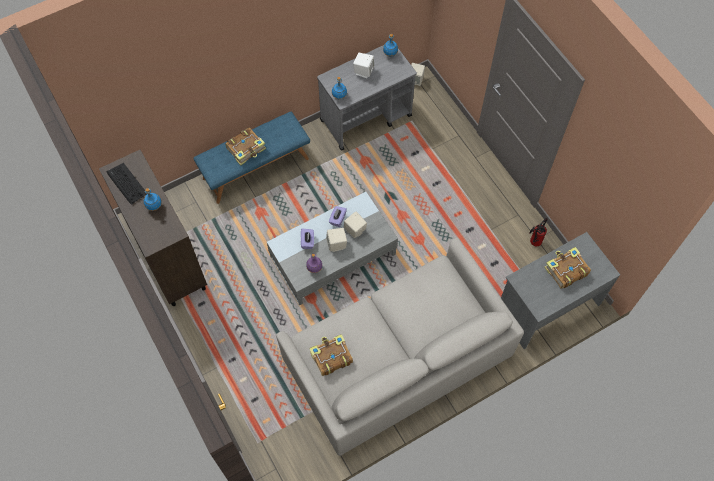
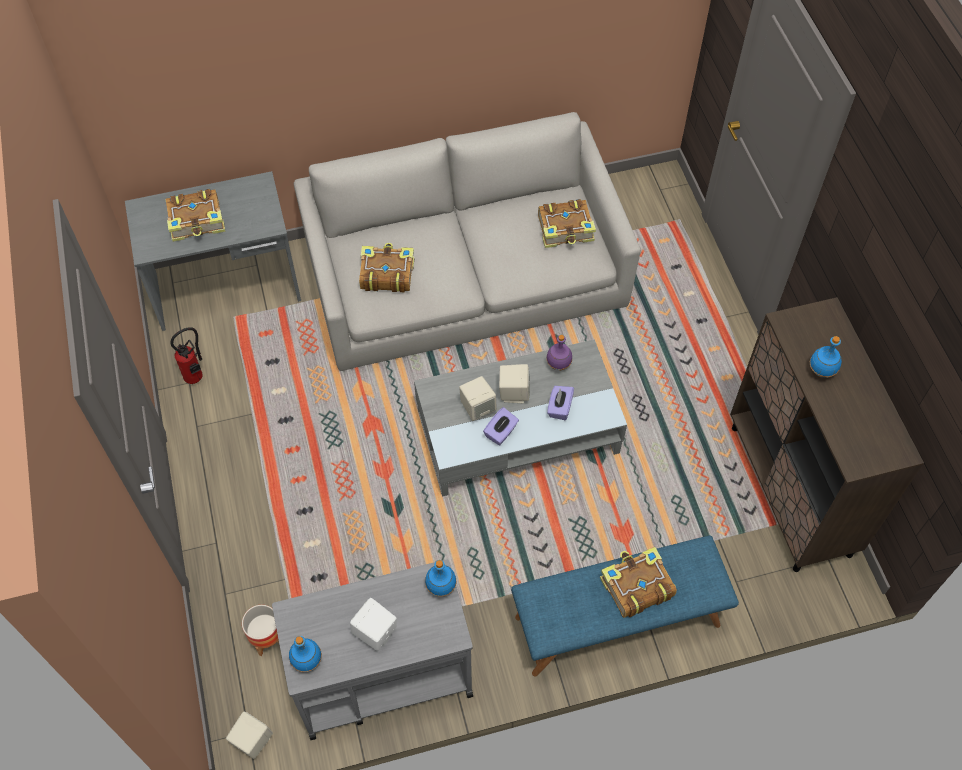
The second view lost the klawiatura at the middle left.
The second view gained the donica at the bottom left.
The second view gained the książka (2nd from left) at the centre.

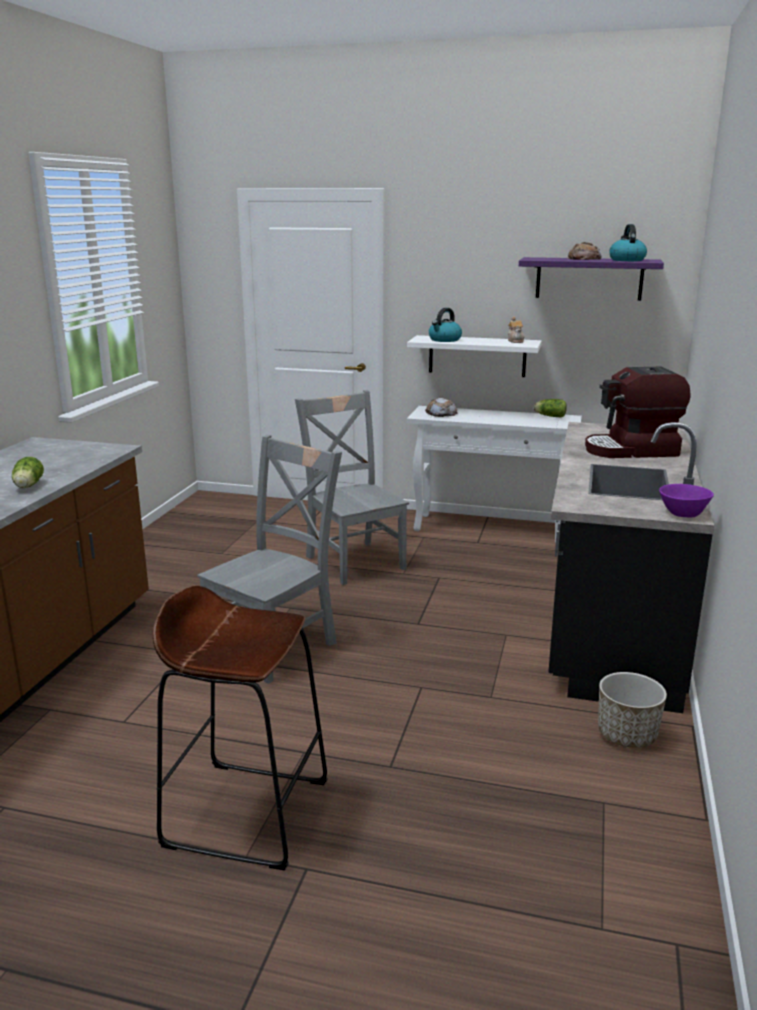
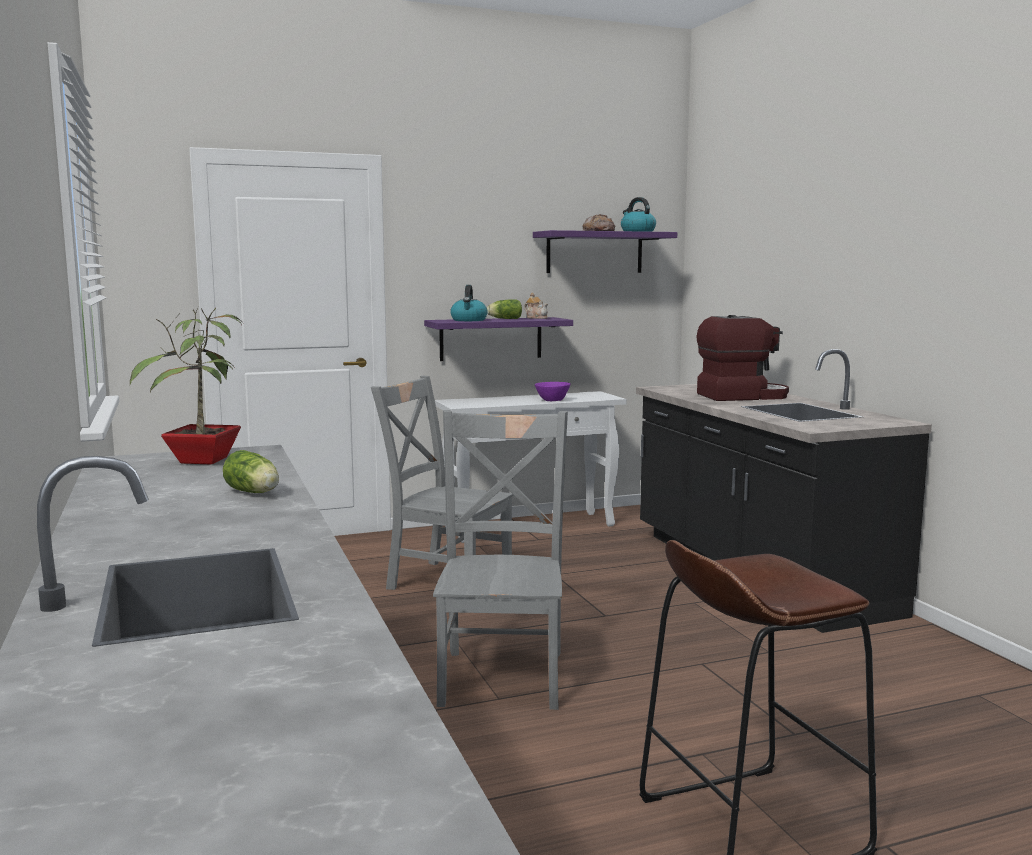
What was the półka (biały) at the centre turned into the półka (fioletowy) (1st from left) at the centre.
The second view lost the chleb (1st from left) at the centre.
The sałata (2nd from left) ended up elsewhere, having gone from the middle right to the centre.
The ekspres do kawy at the middle right ended up facing another way, 150 degrees counterclockwise from before.
The second view lost the donica at the bottom right.
The miska (fioletowy) ended up elsewhere, having gone from the middle right to the centre.
The second view gained the roślina doniczkowa at the middle left.

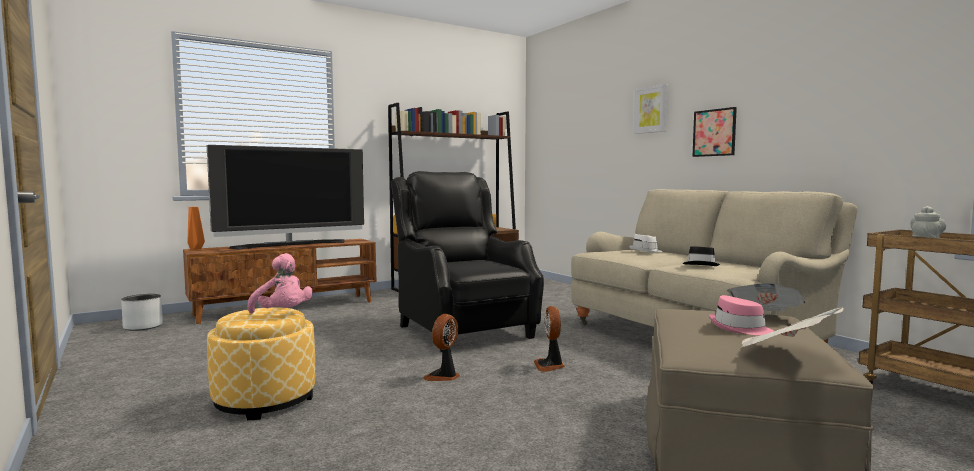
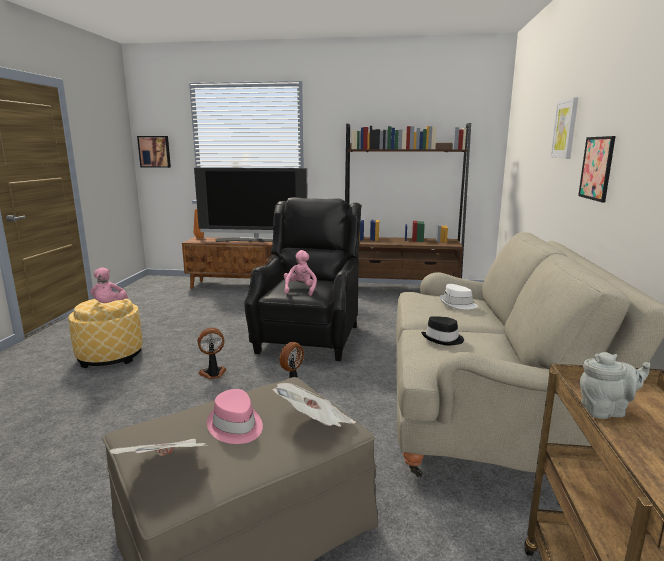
The second view lost the donica (szary) at the middle left.
The second view gained the obraz (1st from left) at the top left.
The second view gained the pluszak (różowy) (2nd from left) at the centre.

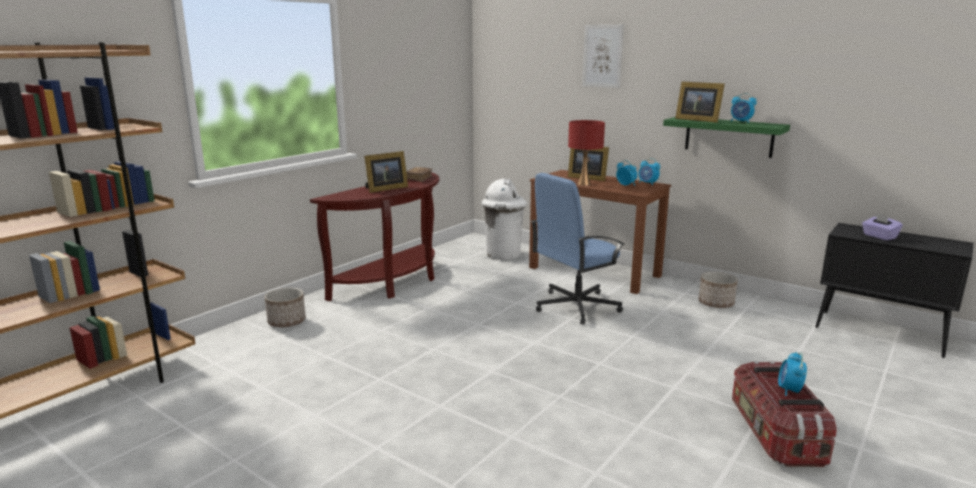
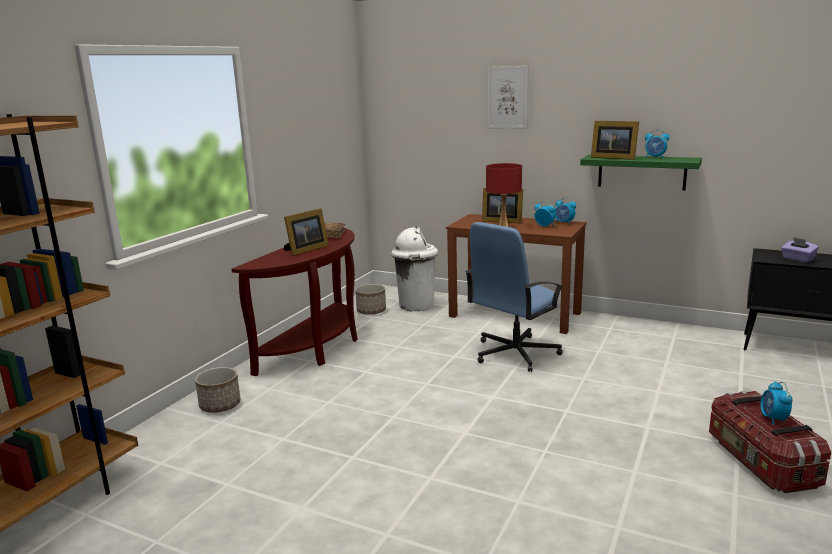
The donica (2nd from left) ended up elsewhere, having gone from the middle right to the centre.

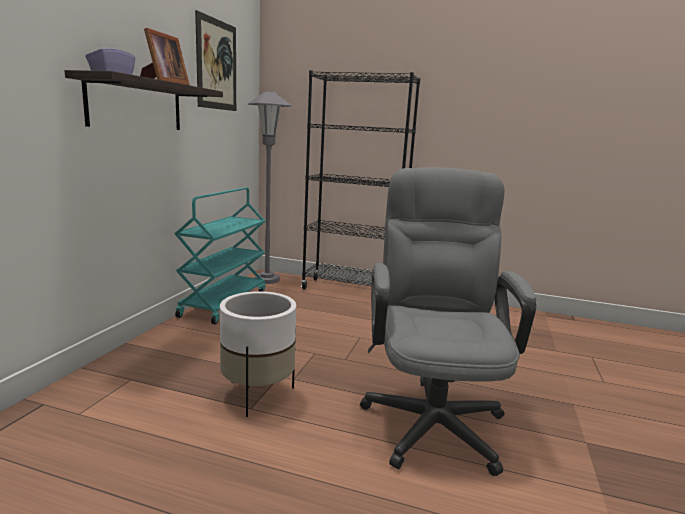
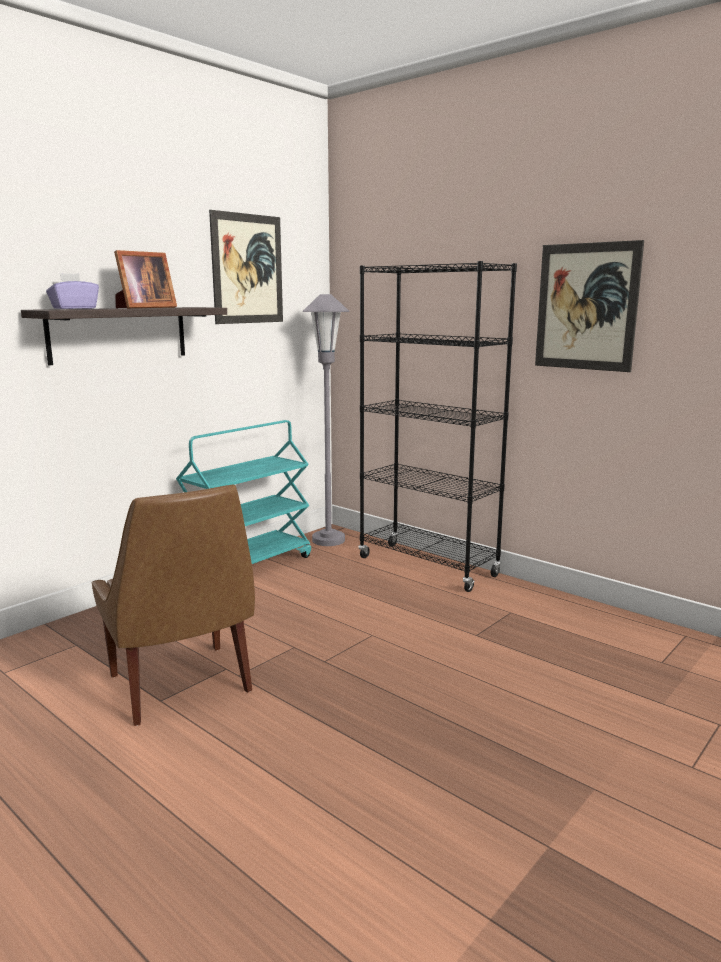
Where the donica (biały) stood at the bottom centre, the krzesło (brązowy) came to stand at the middle left.
The second view lost the krzesło biurowe (szary) at the centre.
The second view gained the obraz (2nd from left) at the top right.

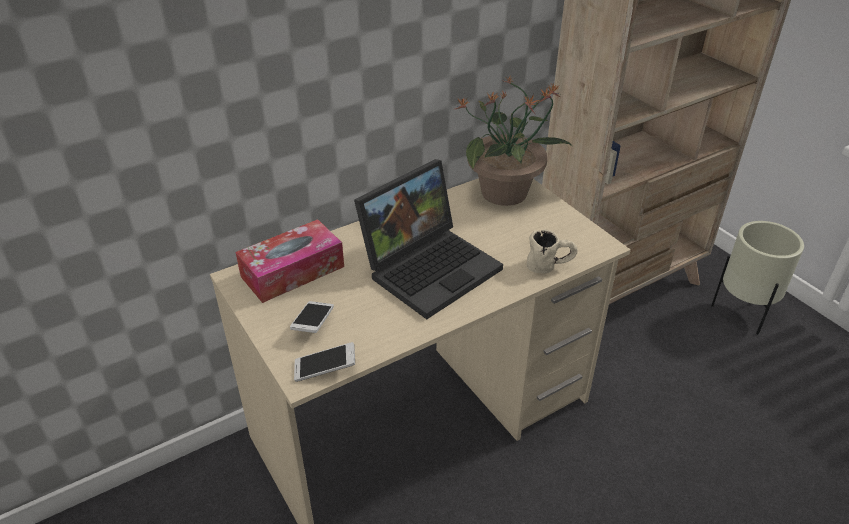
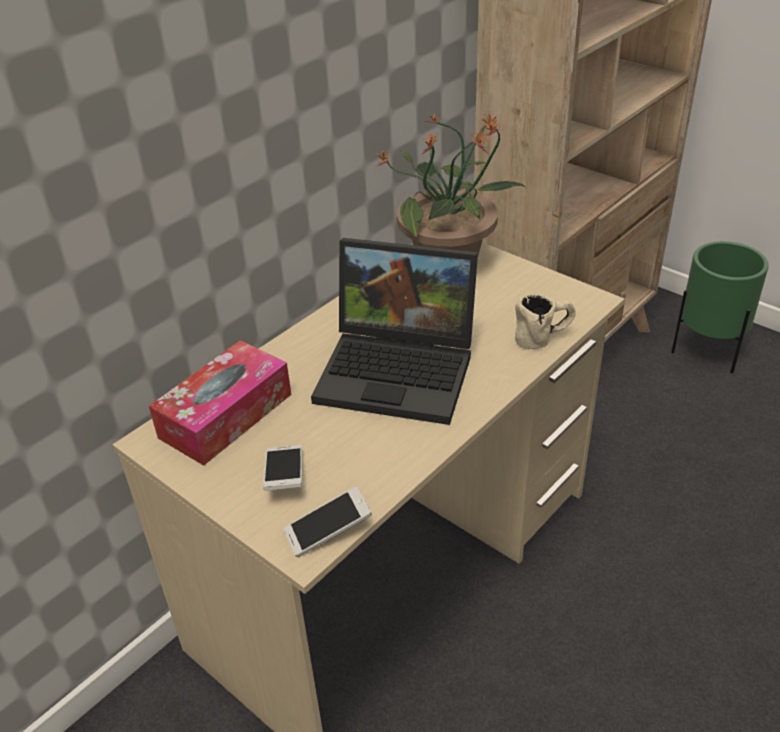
The laptop at the centre ended up facing another way, 75 degrees clockwise from before.
What was the donica (beżowy) at the middle right turned into the donica (zielony) at the middle right.

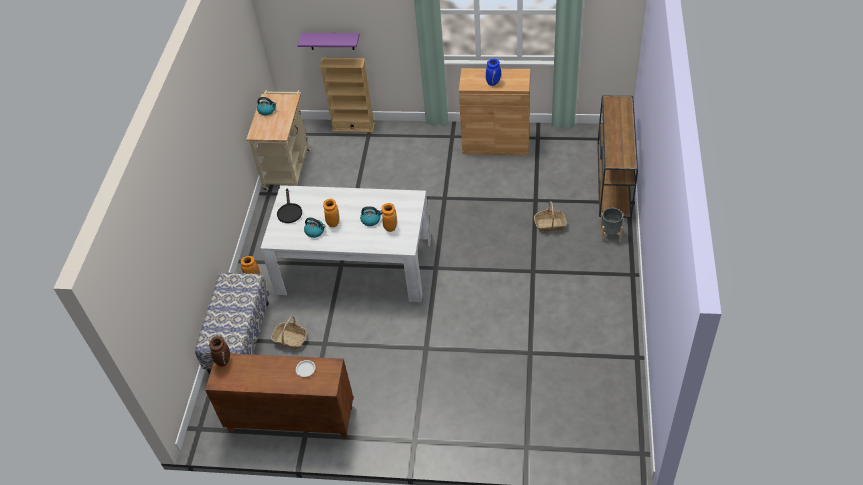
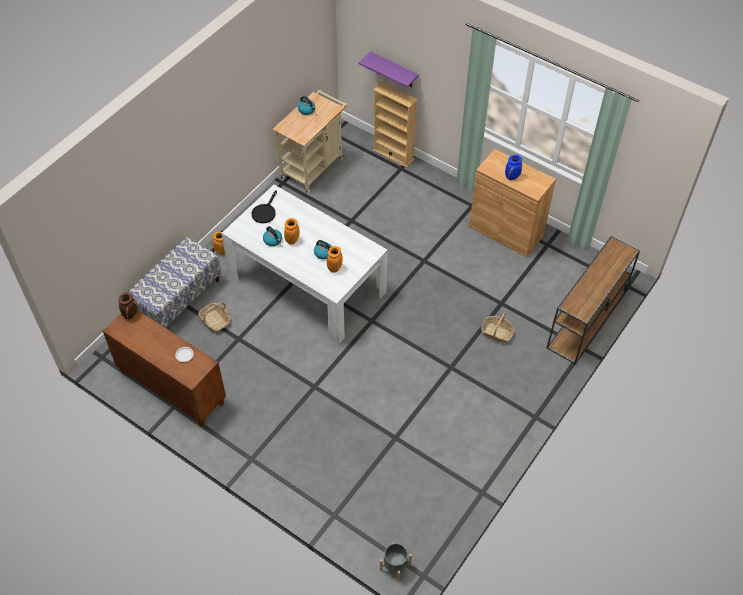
The donica (szary) ended up elsewhere, having gone from the middle right to the bottom centre.

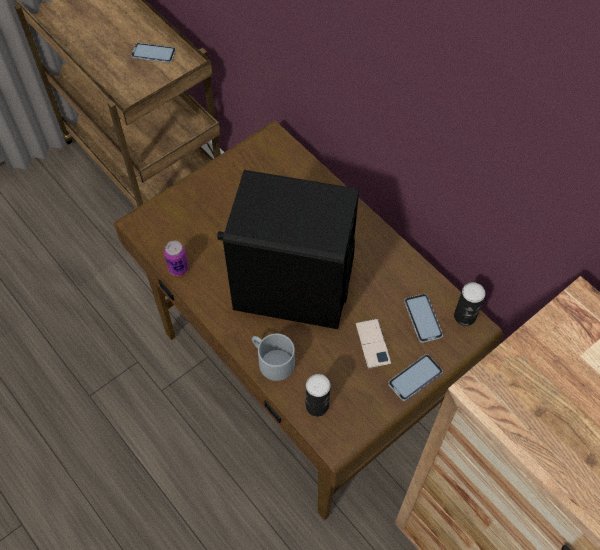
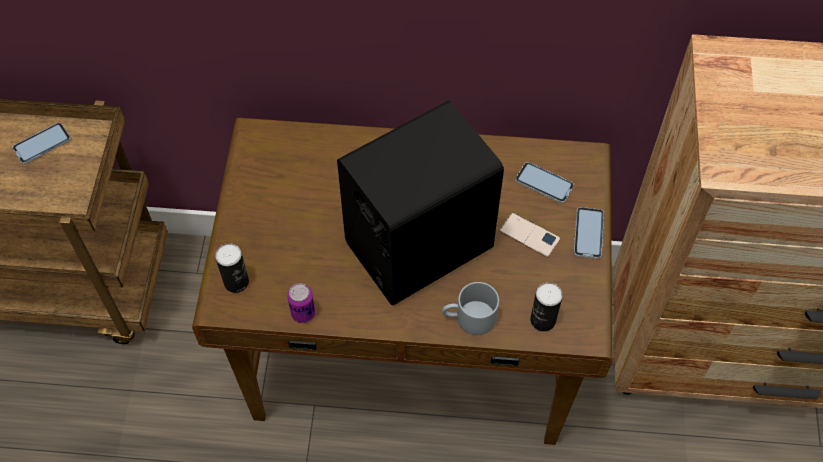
The puszka (3rd from left in the first image) ended up elsewhere, having gone from the middle right to the middle left.

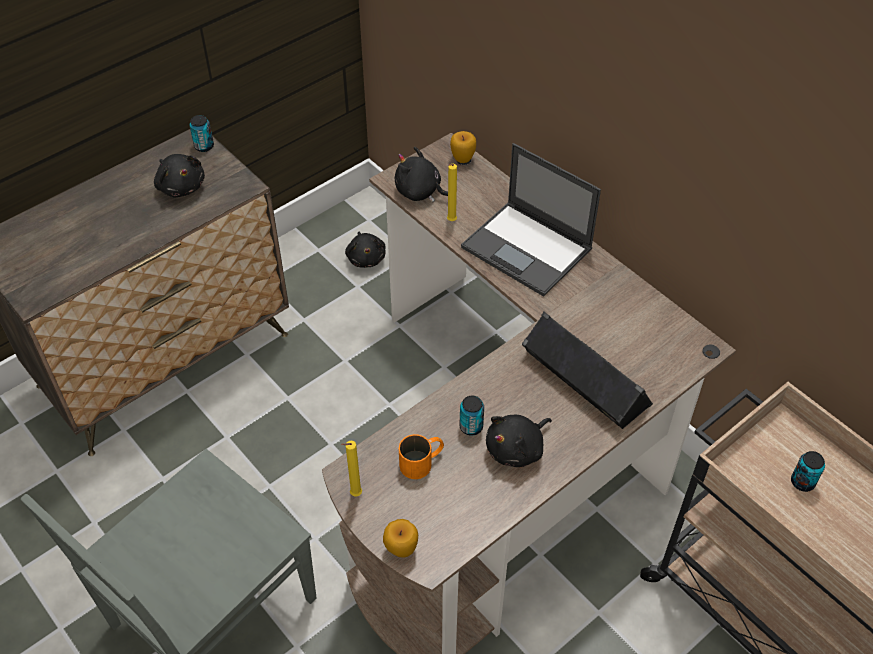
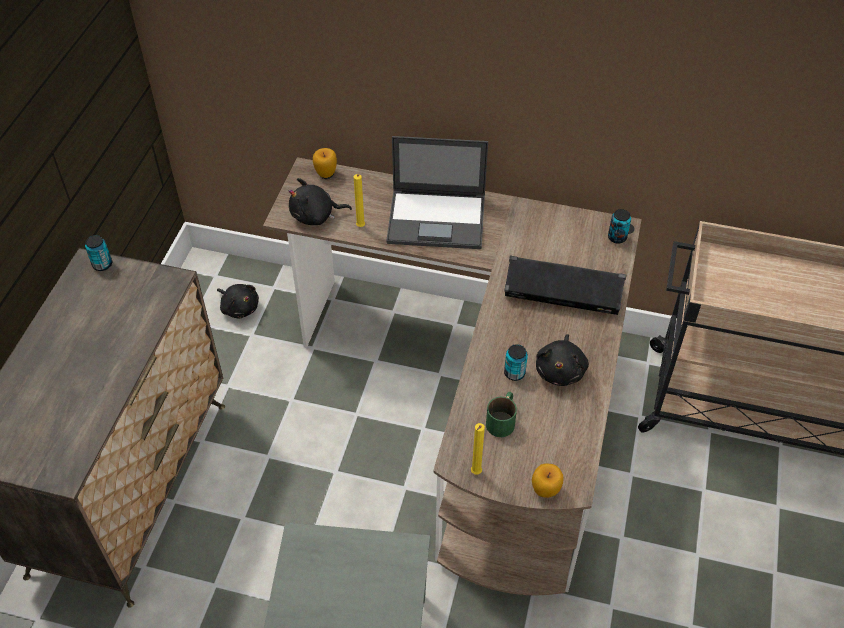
The second view lost the pluszak (czarny) (1st from left) at the top left.
What was the kubek (pomarańczowy) at the bottom centre turned into the kubek (zielony) at the centre.
The puszka (3rd from left) ended up elsewhere, having gone from the bottom right to the middle right.

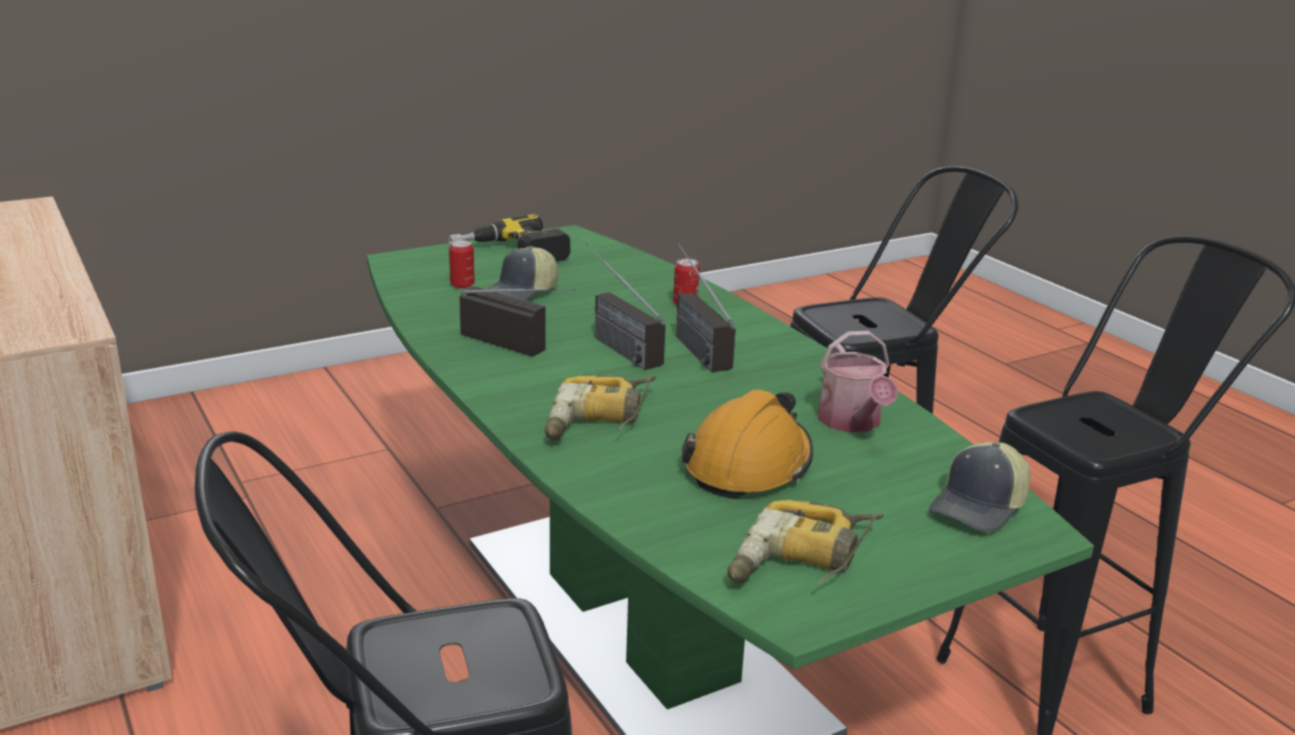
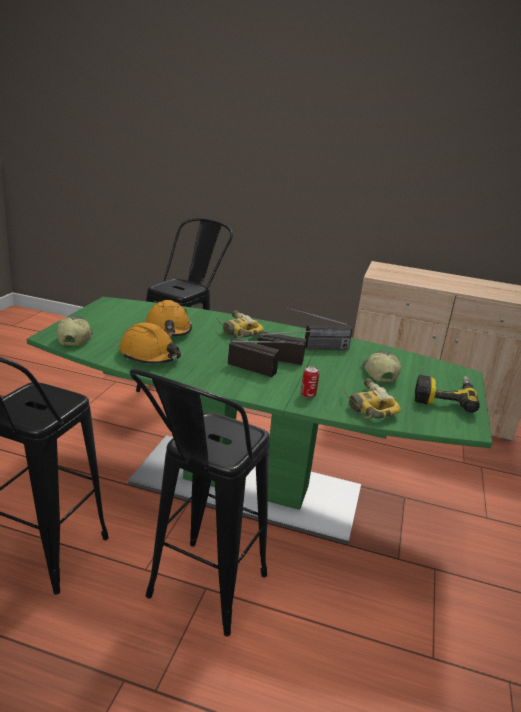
The second view lost the puszka (1st from left) at the centre.
The wiertarka (3rd from left in the first image) ended up elsewhere, having gone from the bottom centre to the middle right.
Where the konewka stood at the centre, the kask (pomarańczowy) (1st from left) came to stand at the middle left.

